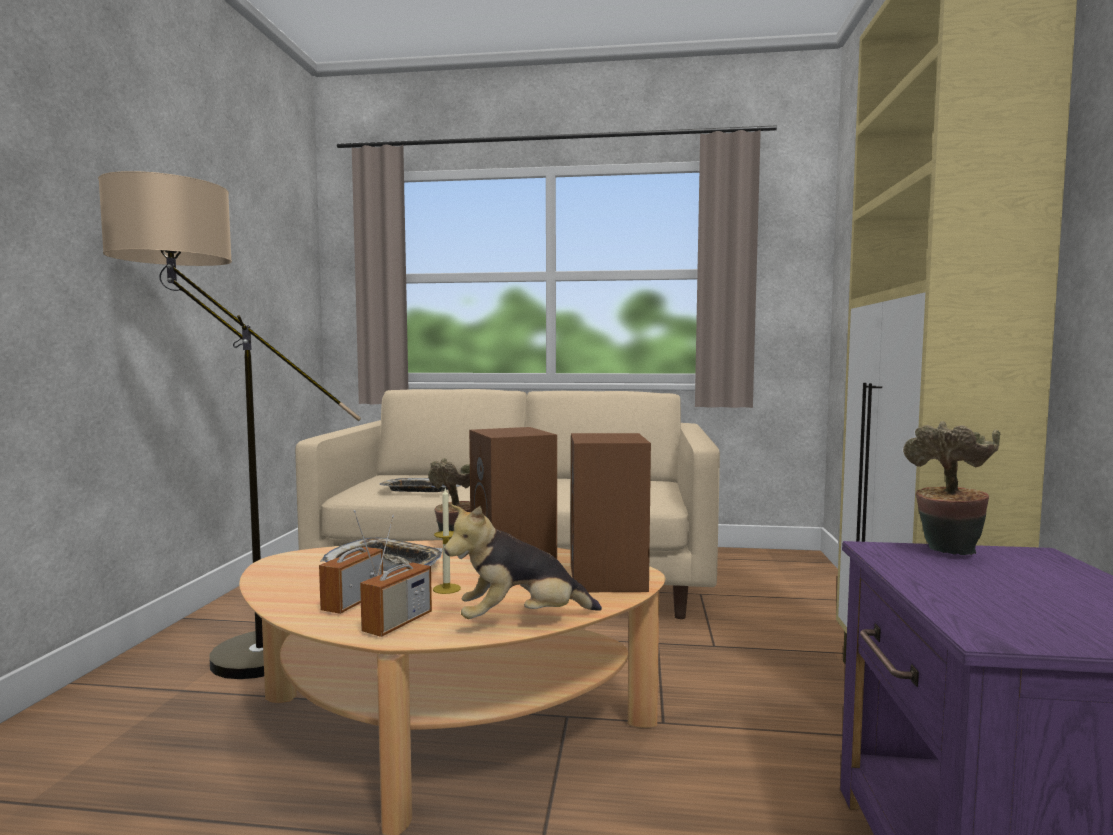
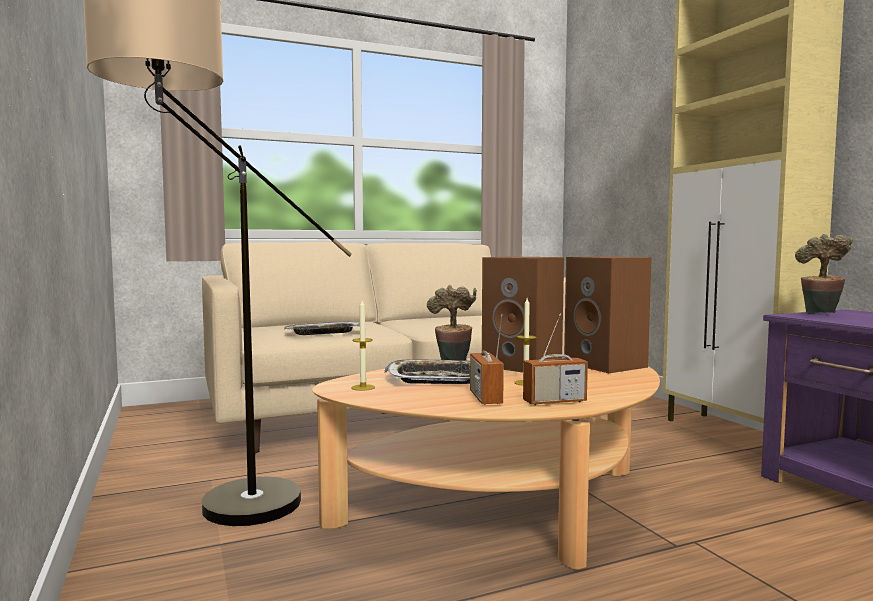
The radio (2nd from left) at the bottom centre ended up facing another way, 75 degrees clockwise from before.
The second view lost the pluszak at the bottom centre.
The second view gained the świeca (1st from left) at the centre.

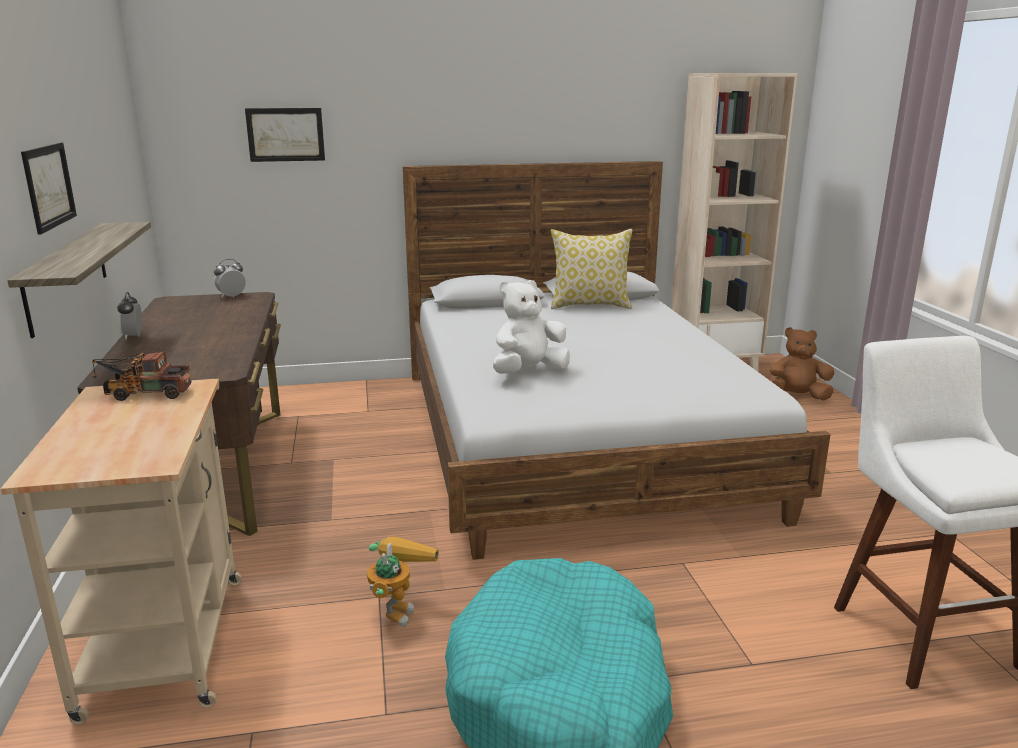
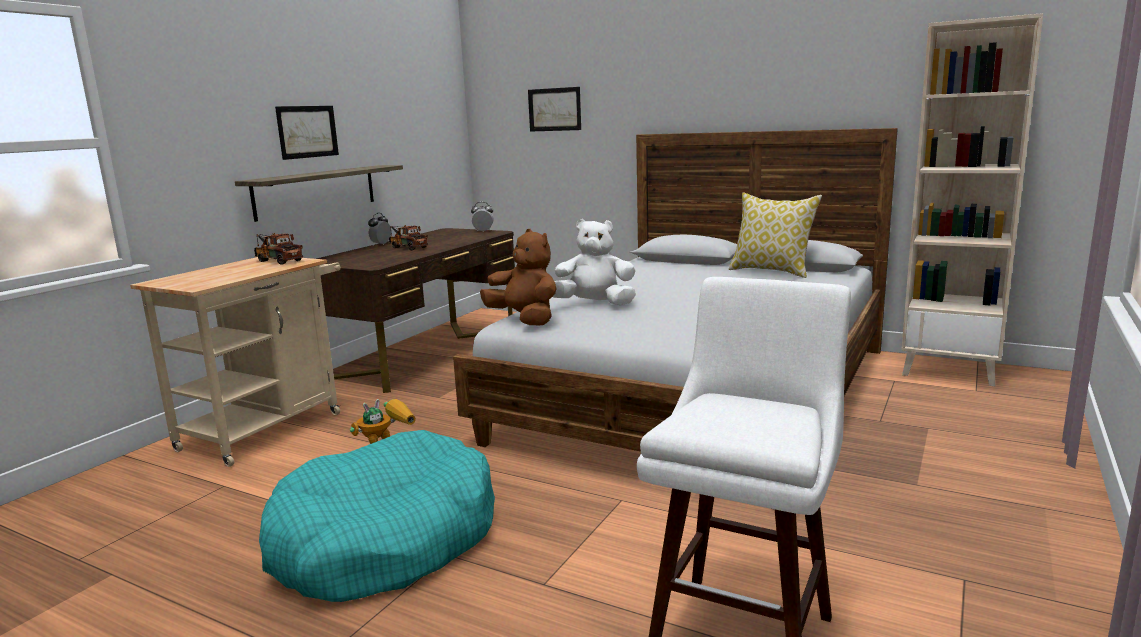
The pluszak (brązowy) ended up elsewhere, having gone from the middle right to the centre.
The second view gained the ciężarówka zabawkowa (2nd from left) at the centre.

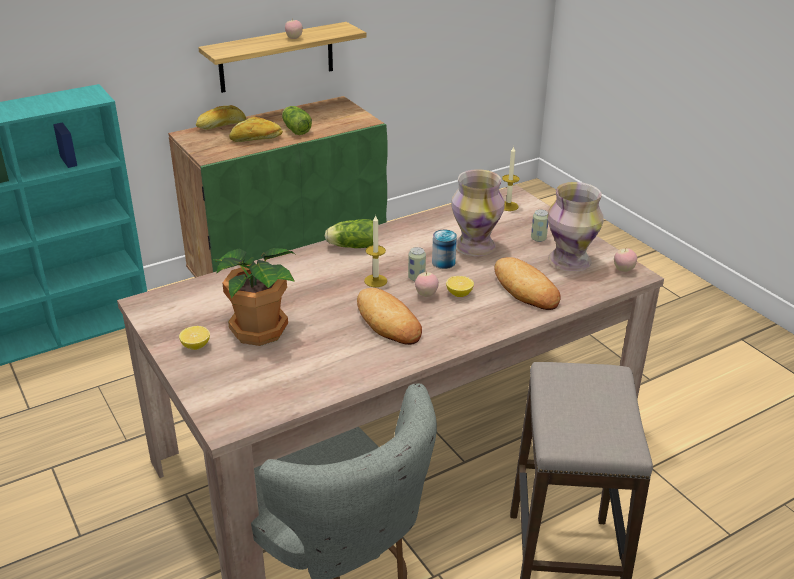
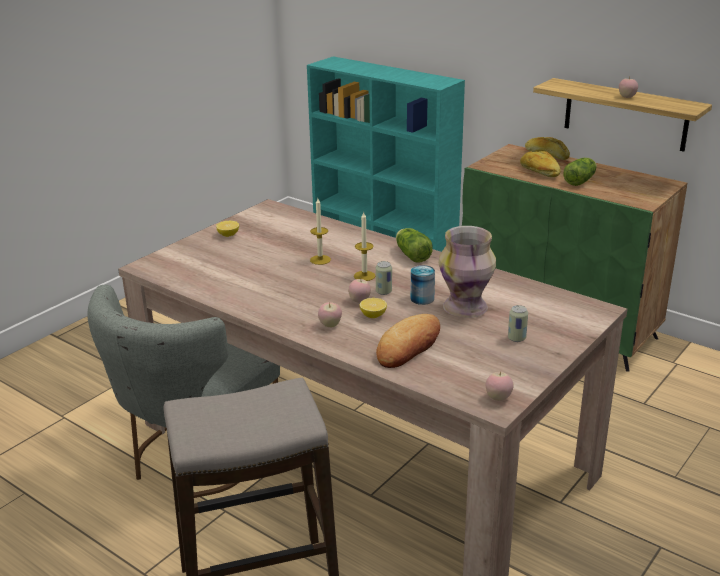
The second view lost the roślina doniczkowa at the middle left.
The second view lost the chleb (3rd from left) at the centre.
The świeca (2nd from left in the first image) ended up elsewhere, having gone from the top centre to the centre.
The second view lost the wazon (2nd from left) at the middle right.
The second view gained the jabłko (1st from left) at the centre.

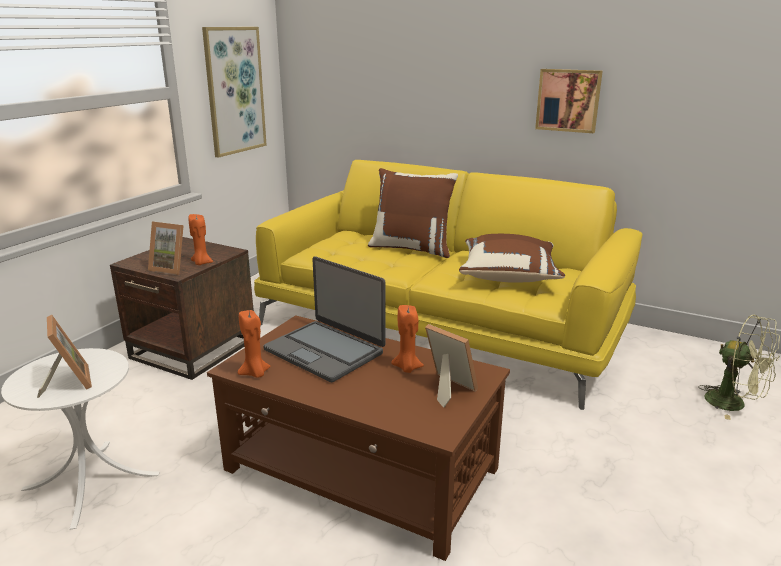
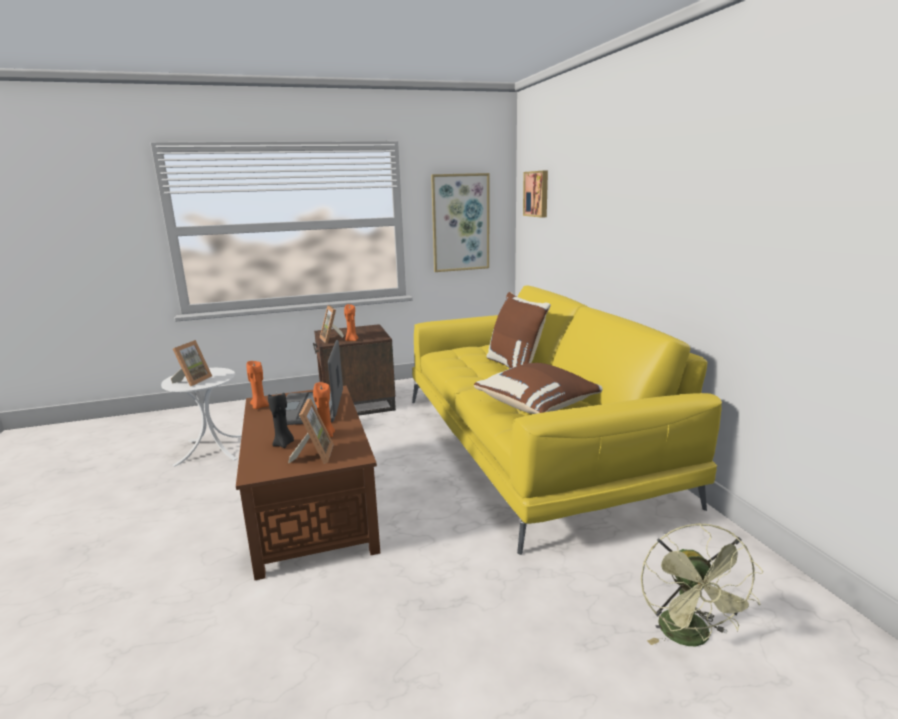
The obraz (2nd from left) ended up elsewhere, having gone from the top right to the top centre.
The second view gained the świeca (czarny) at the middle left.

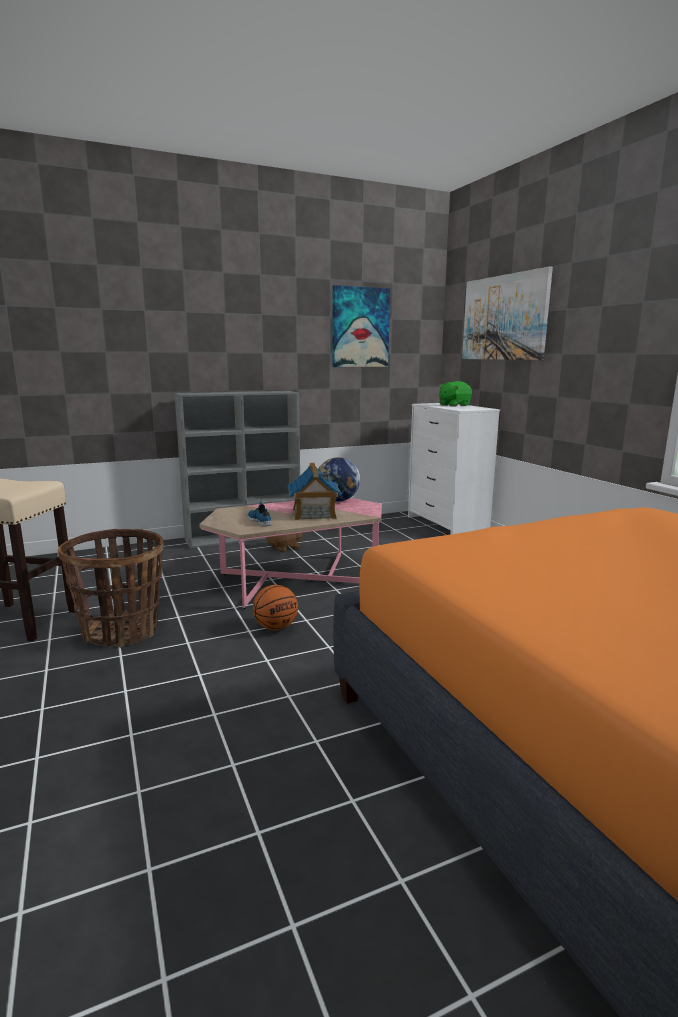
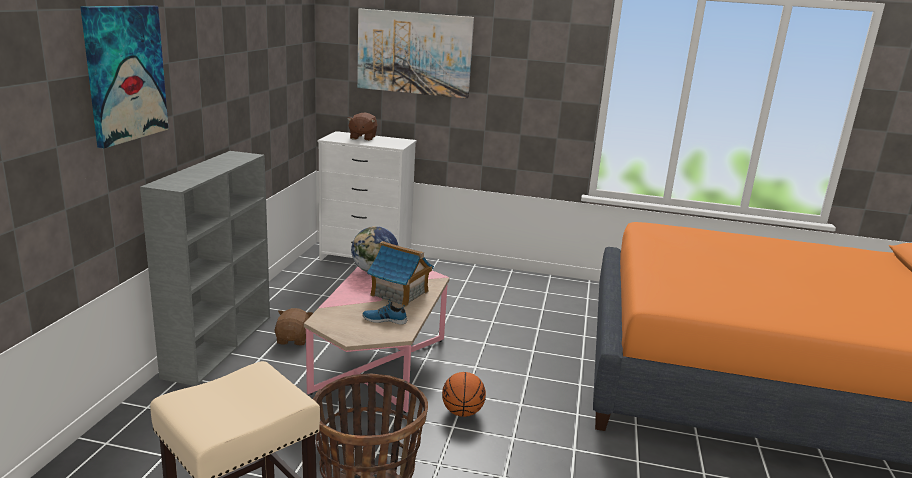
The obraz (1st from left) ended up elsewhere, having gone from the top centre to the top left.
What was the pluszak (zielony) at the middle right turned into the pluszak (brązowy) (2nd from left) at the top centre.

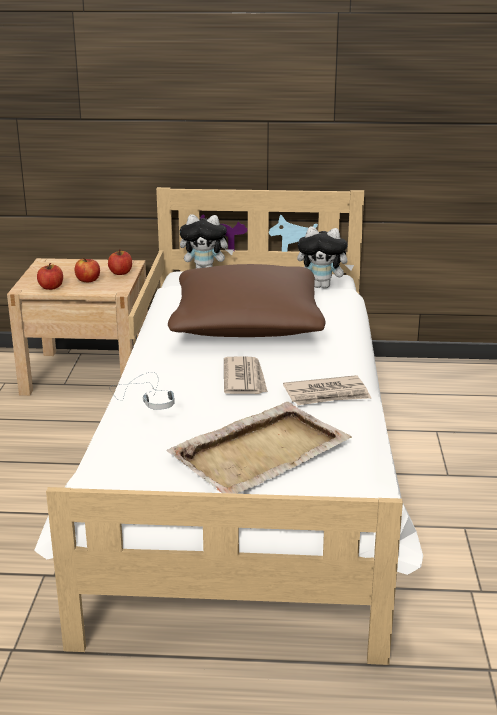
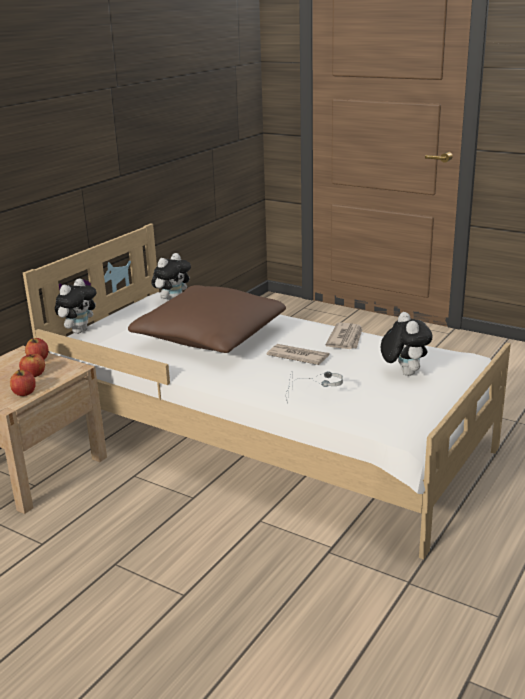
Where the taca (beżowy) stood at the centre, the pluszak (3rd from left) came to stand at the middle right.

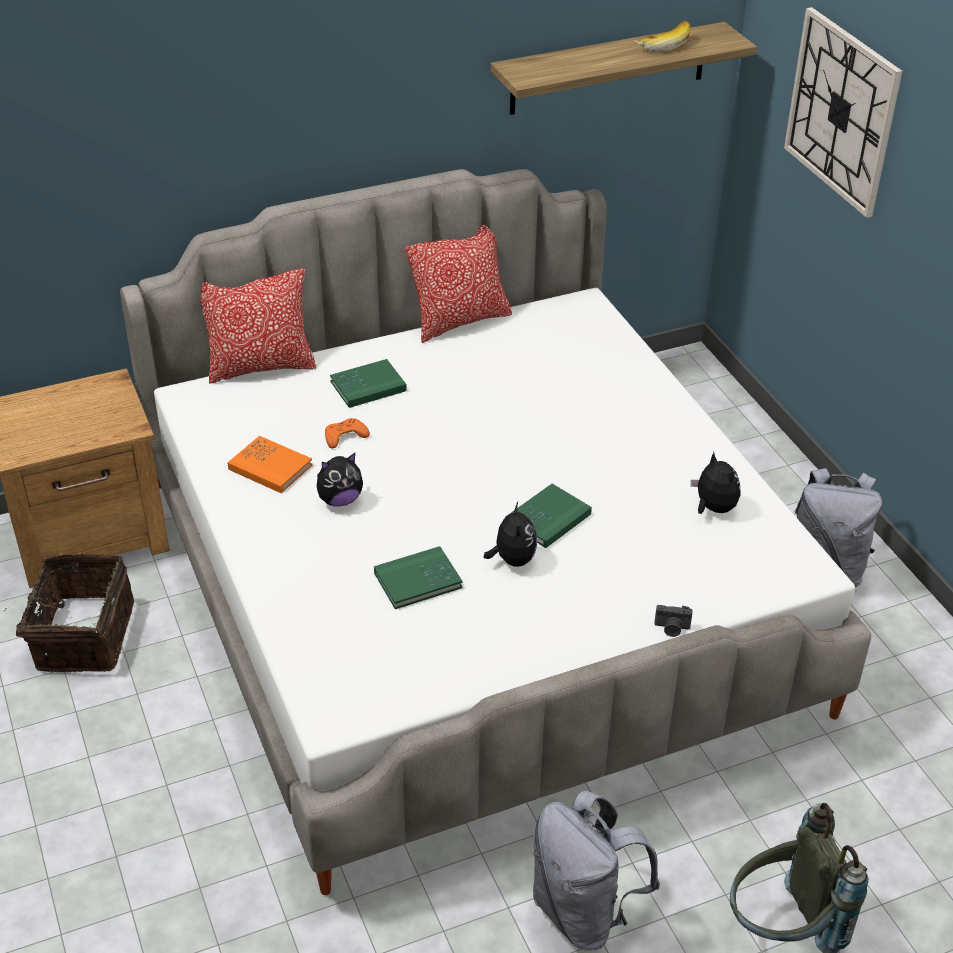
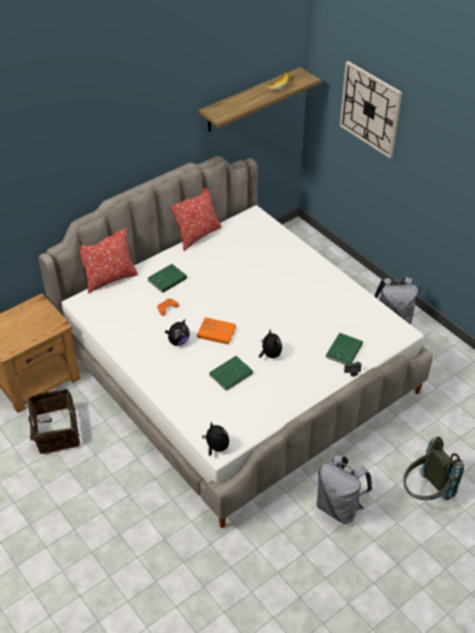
The książka (pomarańczowy) ended up elsewhere, having gone from the middle left to the centre.
The książka (zielony) (3rd from left) ended up elsewhere, having gone from the centre to the middle right.
The pluszak (3rd from left in the first image) ended up elsewhere, having gone from the middle right to the bottom centre.

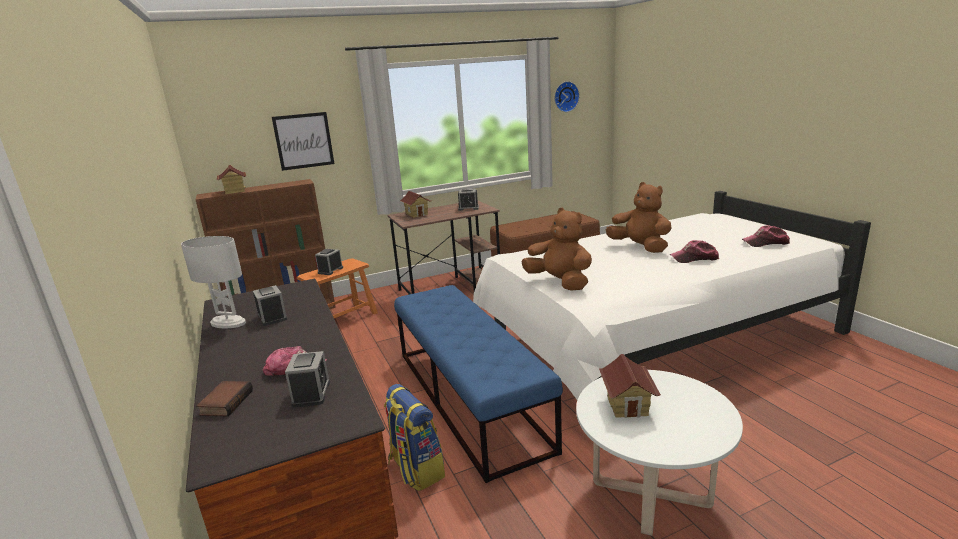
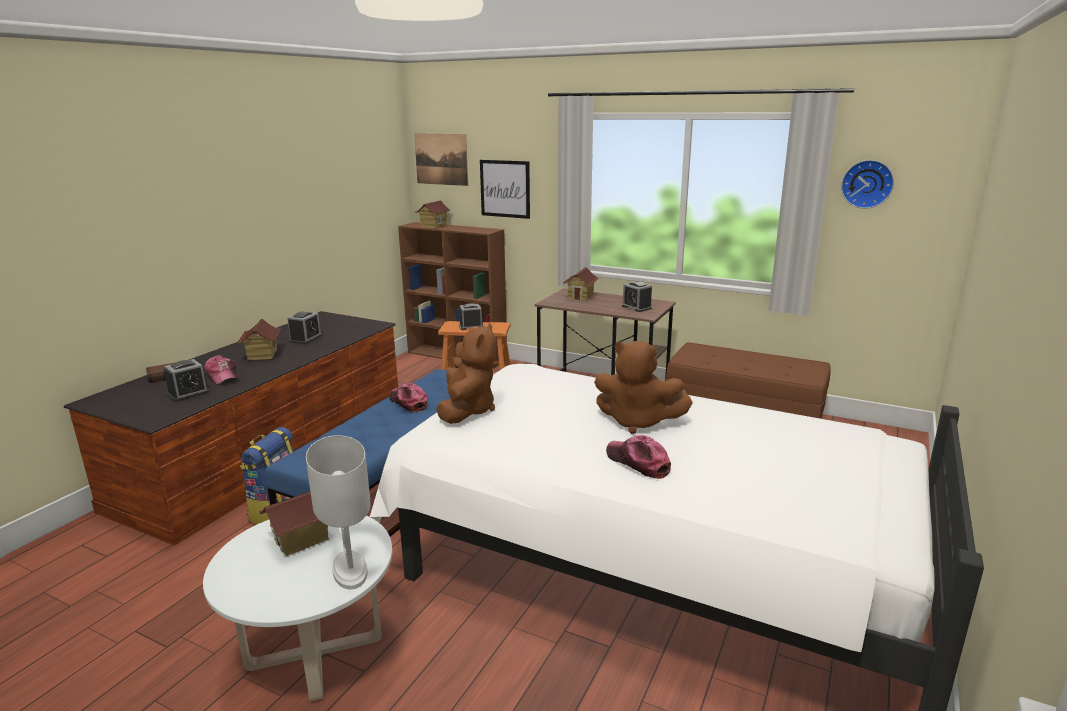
The lampa stołowa (biały) ended up elsewhere, having gone from the middle left to the bottom left.
The pluszak (brązowy) (2nd from left) at the middle right ended up facing another way, 105 degrees clockwise from before.
The czapka z daszkiem (3rd from left in the first image) ended up elsewhere, having gone from the middle right to the centre.
The second view gained the domek (1st from left) at the middle left.
The second view gained the obraz (1st from left) at the top centre.

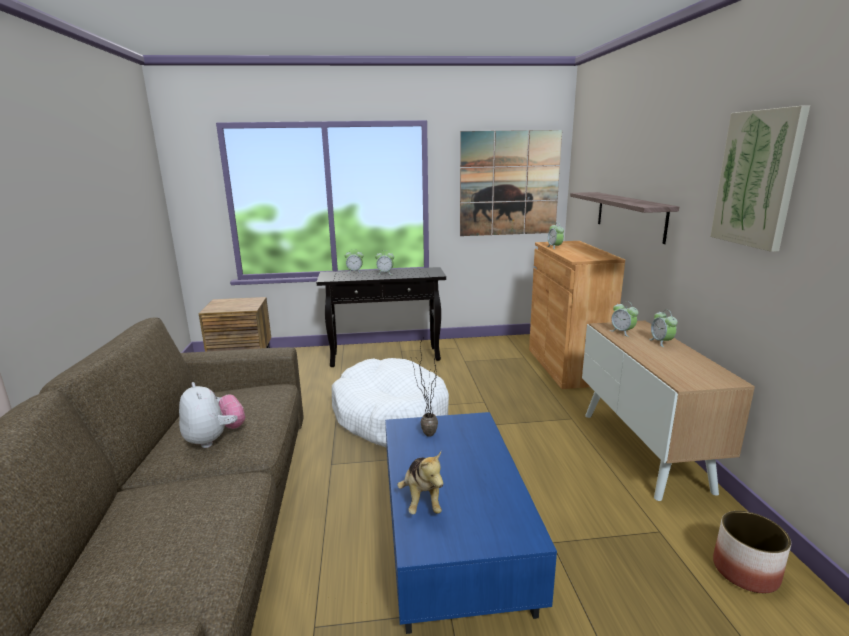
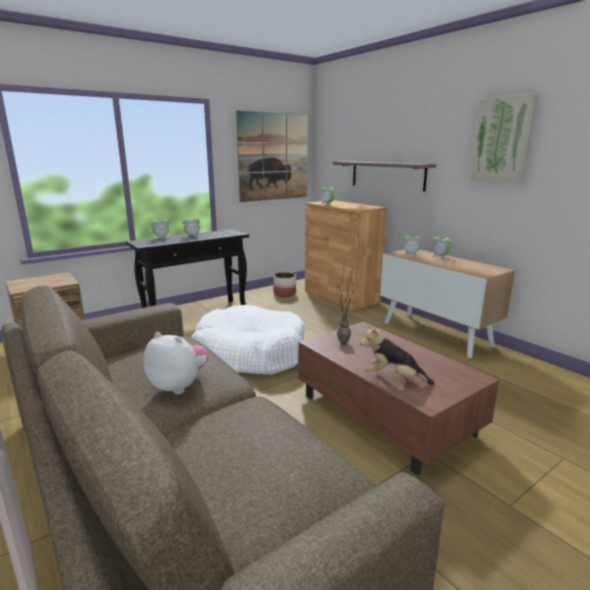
What was the ława (niebieski) at the bottom centre turned into the ława (brązowy) at the bottom right.
The pluszak (2nd from left) at the bottom centre ended up facing another way, 150 degrees clockwise from before.
The donica ended up elsewhere, having gone from the bottom right to the centre.

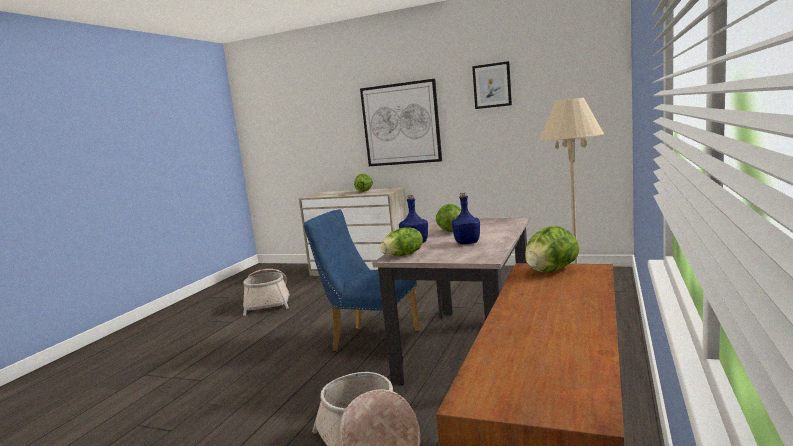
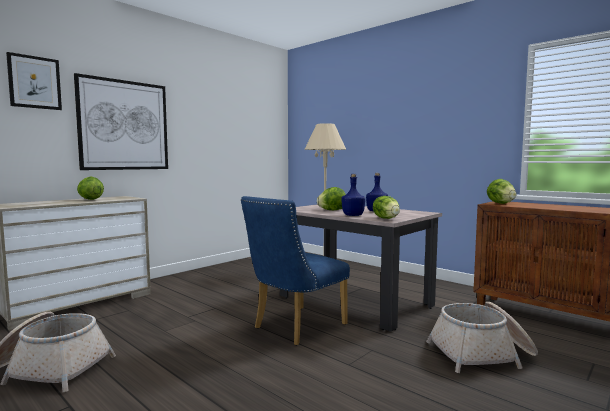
The obraz (2nd from left in the first image) ended up elsewhere, having gone from the top centre to the top left.

